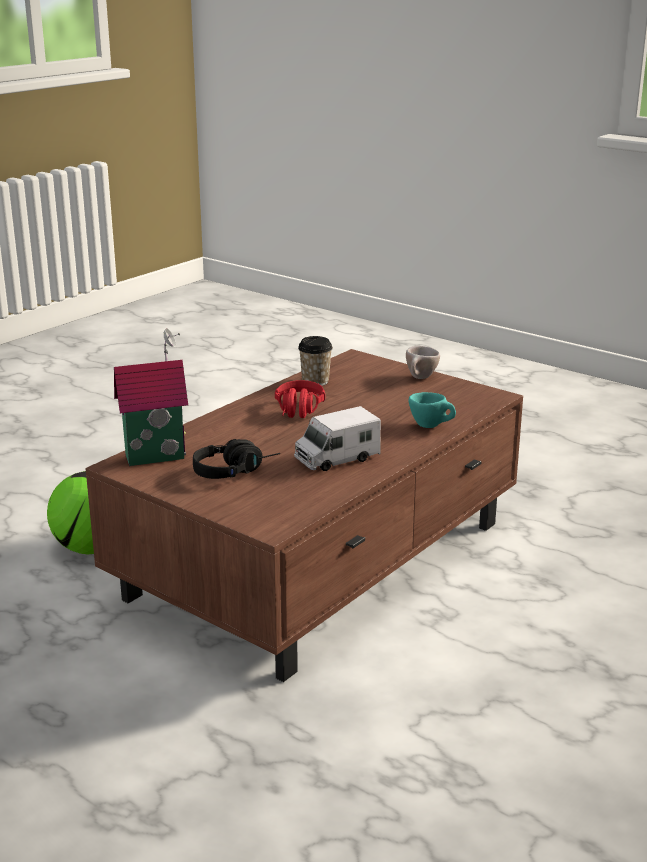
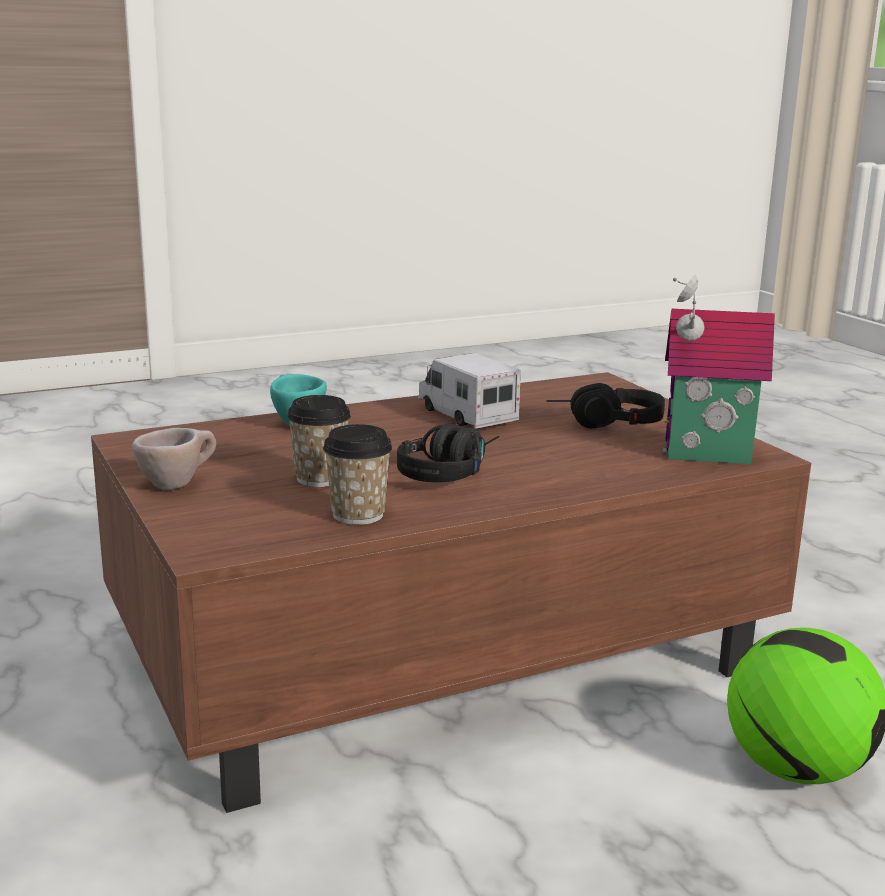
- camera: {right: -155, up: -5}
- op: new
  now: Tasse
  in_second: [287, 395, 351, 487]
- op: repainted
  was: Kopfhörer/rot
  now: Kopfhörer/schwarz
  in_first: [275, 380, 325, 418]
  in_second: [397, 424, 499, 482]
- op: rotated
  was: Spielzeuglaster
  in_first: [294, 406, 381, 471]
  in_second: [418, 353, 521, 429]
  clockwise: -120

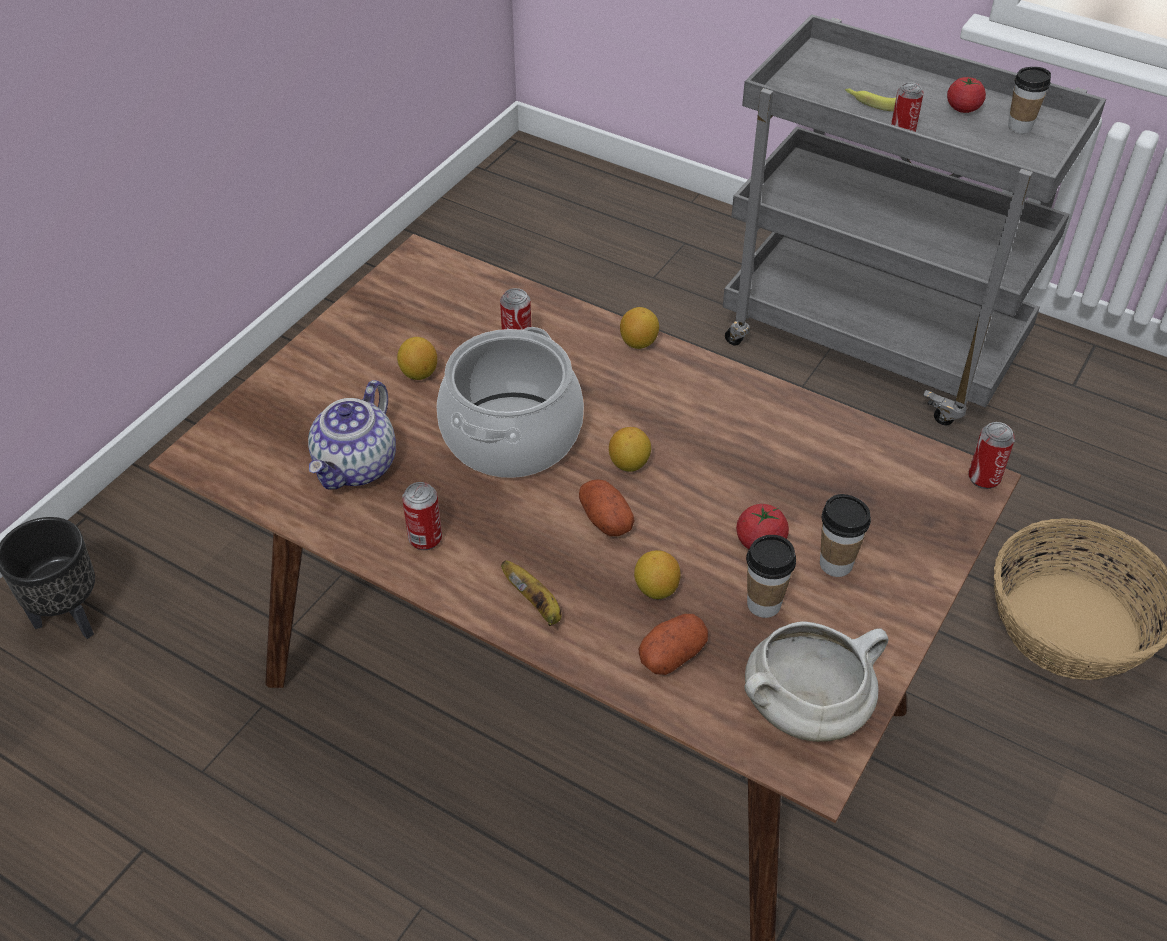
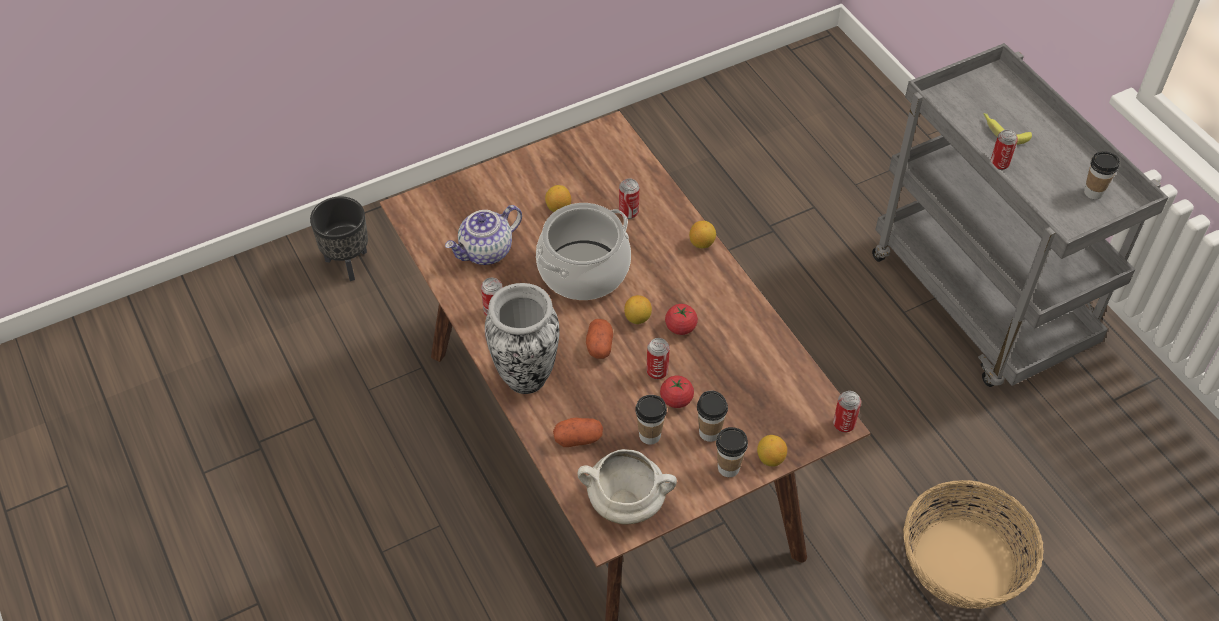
- camera: {right: 30, up: 5}
- op: new
  now: Dose
  in_second: [647, 338, 670, 380]
- op: new
  now: Tasse
  in_second: [716, 427, 748, 477]
- op: shifted
  was: Zitrone
  in_first: [634, 550, 681, 599]
  in_second: [757, 435, 787, 467]
- op: shifted
  was: Tomate
  in_first: [947, 76, 986, 113]
  in_second: [665, 304, 698, 335]
- op: swapped
  was: Banane
  now: Vase
  in_first: [501, 560, 562, 626]
  in_second: [485, 283, 559, 394]

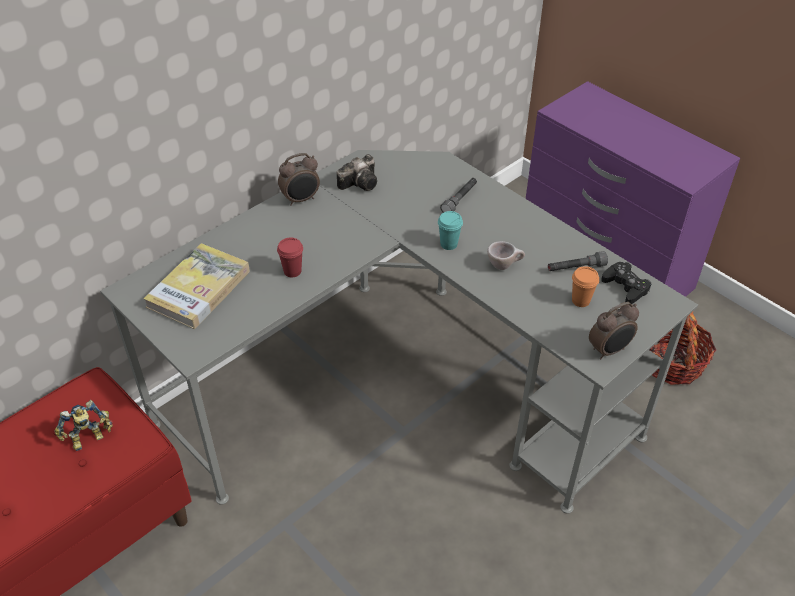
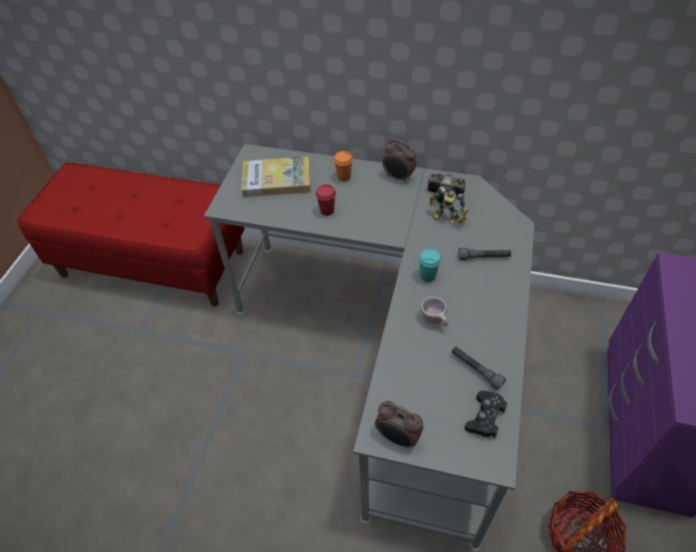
- camera: {right: 60, up: 5}
- op: shifted
  was: Spielzeugroboter
  in_first: [55, 400, 113, 451]
  in_second: [429, 186, 468, 224]
- op: shifted
  was: Tasse/orange
  in_first: [572, 266, 599, 307]
  in_second: [334, 151, 353, 181]

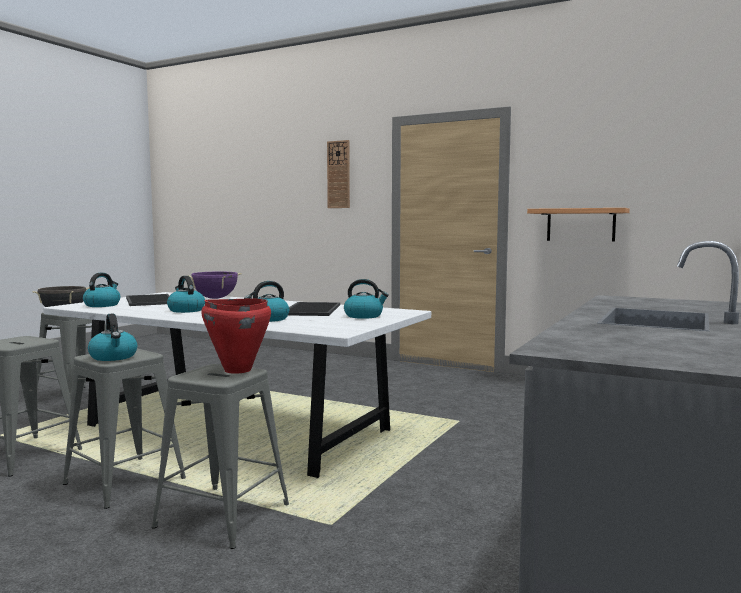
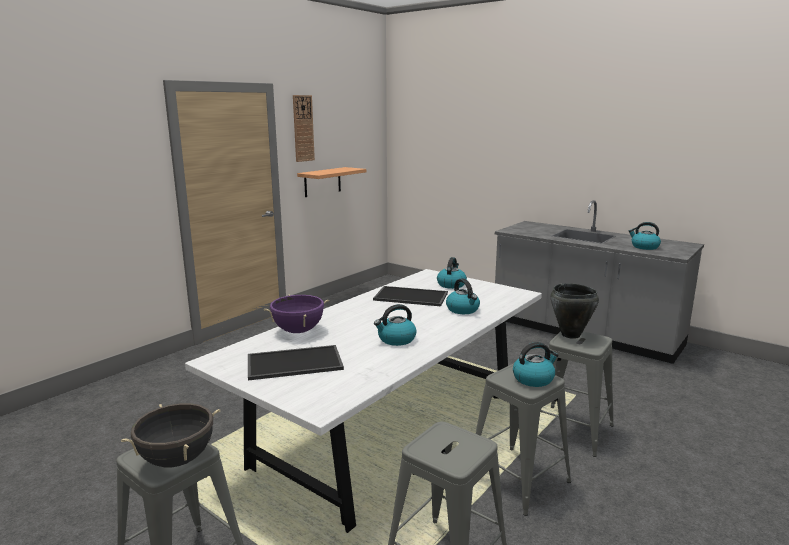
- camera: {right: -80, up: 10}
- op: shifted
  was: Wasserkessel
  in_first: [83, 273, 120, 307]
  in_second: [628, 222, 661, 250]
- op: shifted
  was: Wanduhr
  in_first: [327, 140, 350, 208]
  in_second: [293, 95, 315, 162]
- op: repainted
  was: Kochtopf/rot
  now: Kochtopf/schwarz
  in_first: [201, 298, 271, 374]
  in_second: [551, 283, 599, 339]

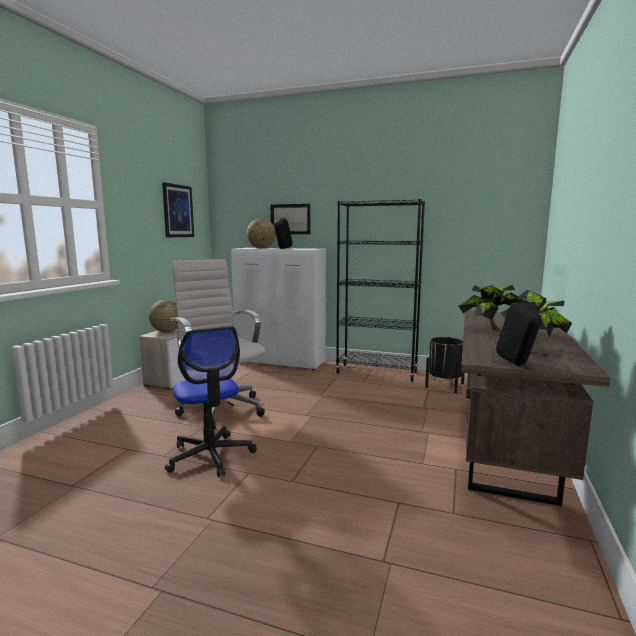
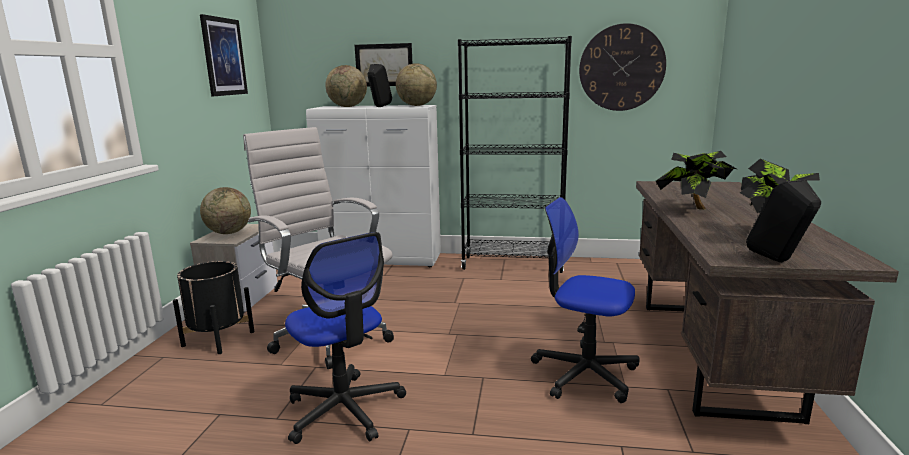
- camera: {right: -10, up: 5}
- op: new
  now: Globus
  in_second: [396, 63, 437, 106]
- op: new
  now: Bürostuhl
  in_second: [531, 197, 640, 403]
- op: new
  now: Wanduhr
  in_second: [579, 23, 666, 111]
- op: shifted
  was: Pflanzkübel/schwarz
  in_first: [425, 337, 465, 393]
  in_second: [173, 261, 254, 354]

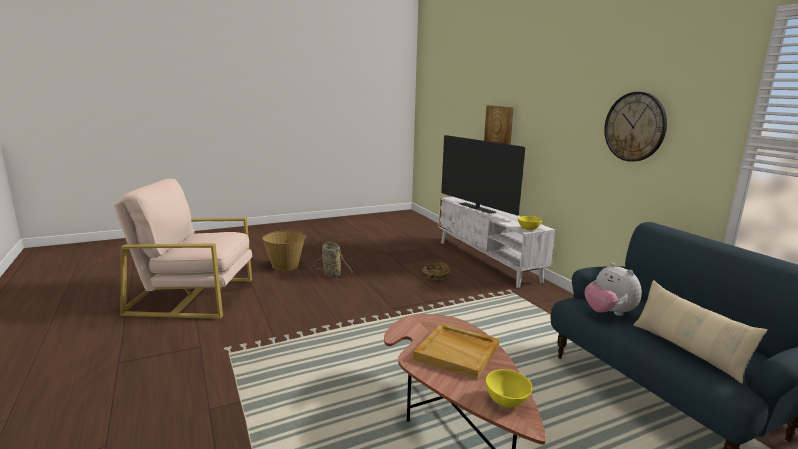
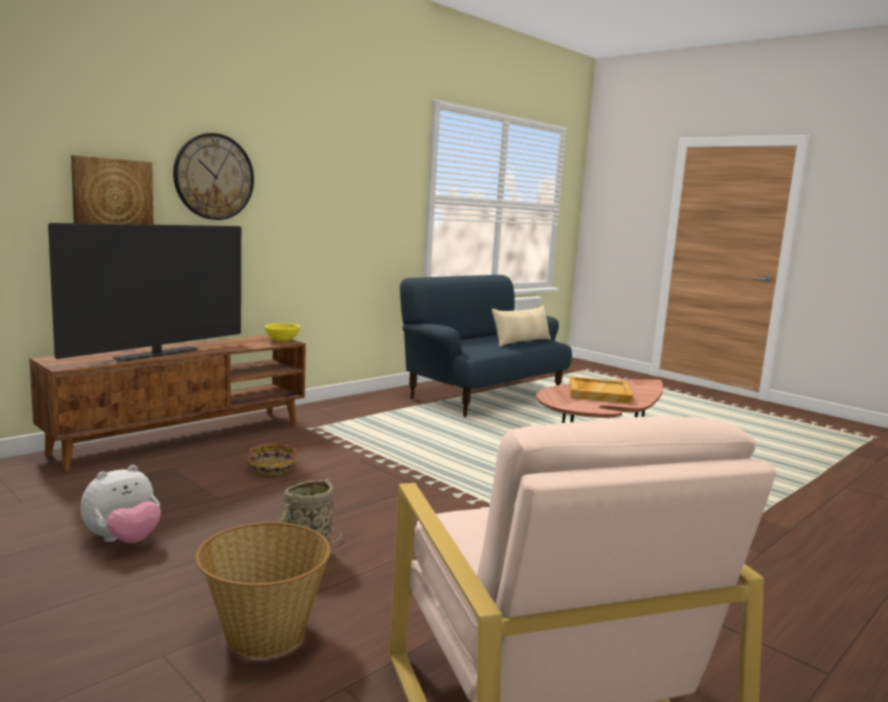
- camera: {right: -110, up: -5}
- op: gone
  was: Schüssel/gelb
  in_first: [485, 369, 532, 408]
- op: shifted
  was: Plüschtier
  in_first: [585, 263, 642, 316]
  in_second: [81, 465, 161, 543]
- op: shifted
  was: Wanduhr
  in_first: [604, 92, 667, 162]
  in_second: [173, 133, 254, 220]
- op: repainted
  was: Fernsehschrank/weiß
  now: Fernsehschrank/braun
  in_first: [438, 197, 555, 288]
  in_second: [29, 335, 306, 472]

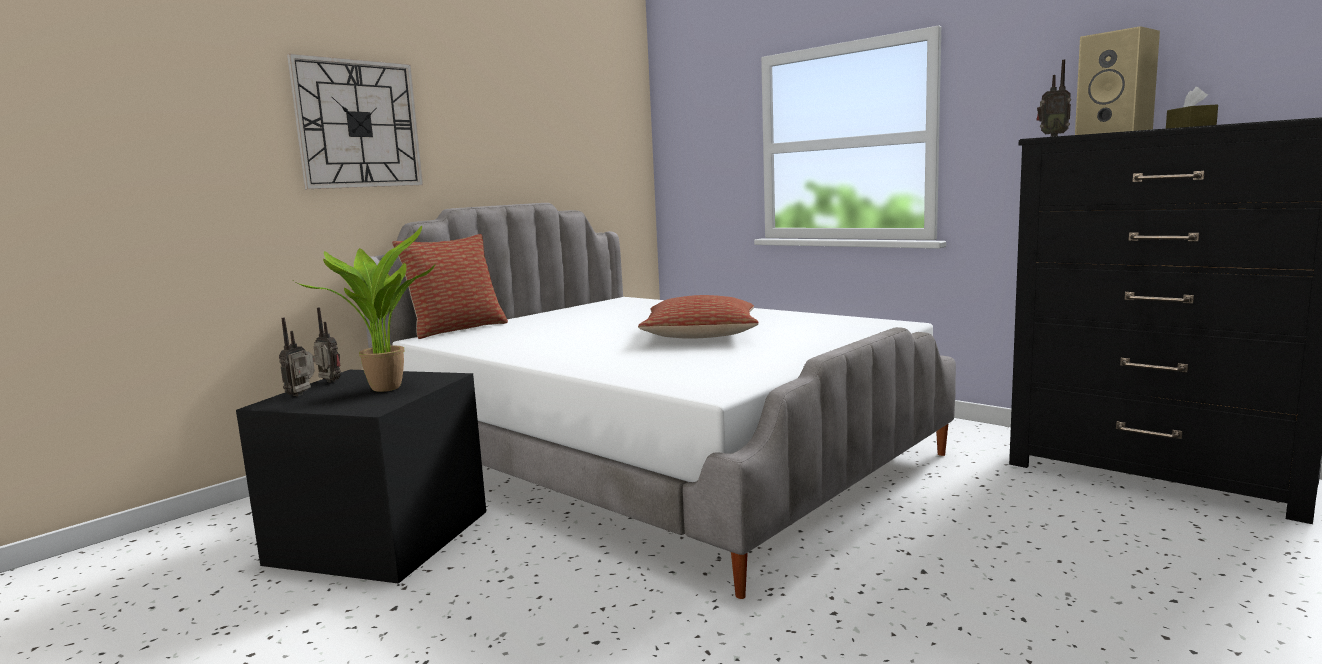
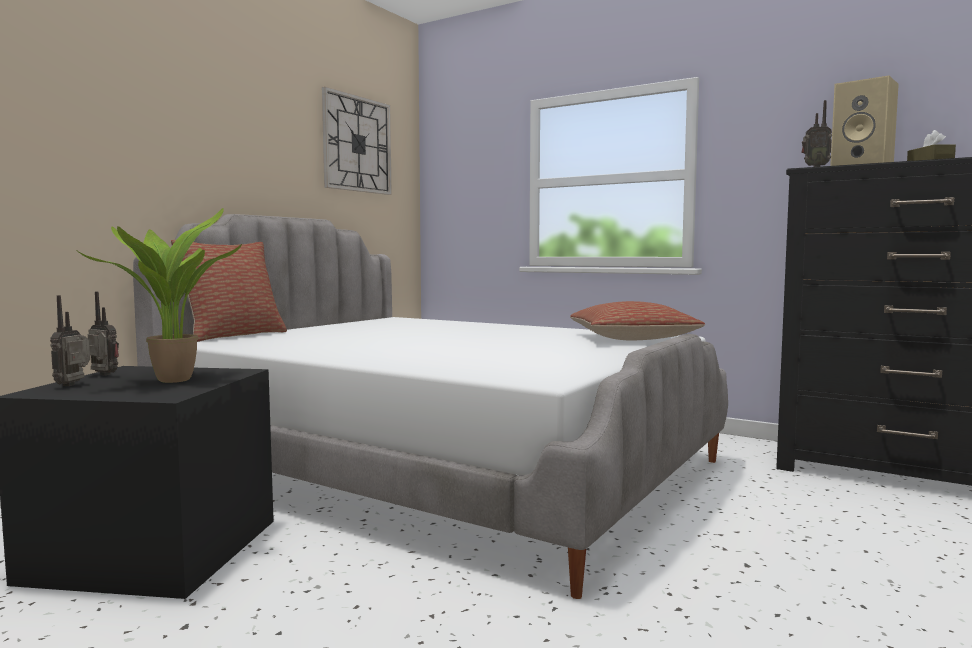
- camera: {right: -10, up: -5}
- op: shifted
  was: Wanduhr
  in_first: [287, 54, 423, 189]
  in_second: [322, 87, 392, 195]
- op: shifted
  was: Kissen
  in_first: [638, 295, 759, 339]
  in_second: [570, 301, 705, 341]

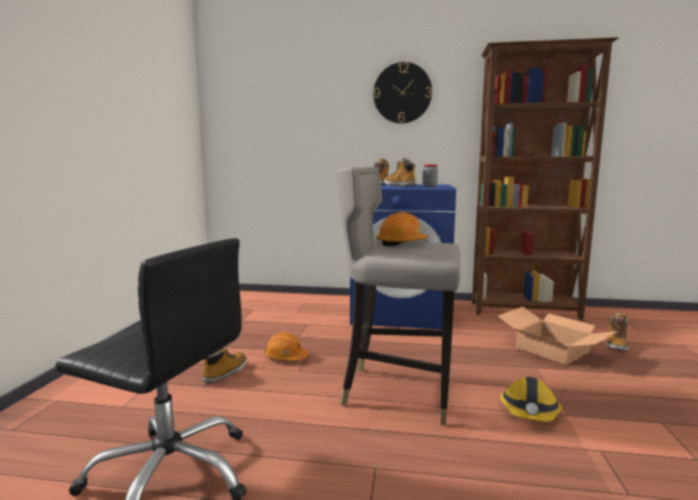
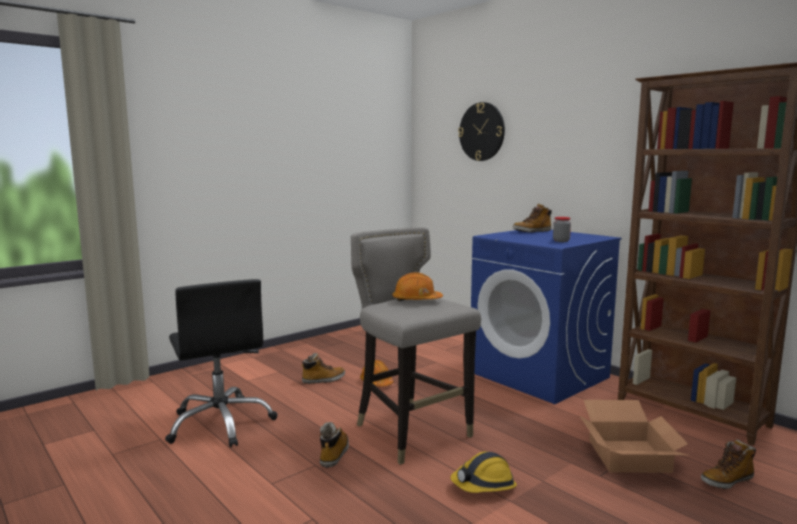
- camera: {right: 40, up: 0}
- op: shifted
  was: Wanduhr
  in_first: [373, 62, 432, 123]
  in_second: [458, 102, 505, 161]
- op: shifted
  was: Stiefel
  in_first: [384, 157, 416, 187]
  in_second: [319, 422, 349, 468]

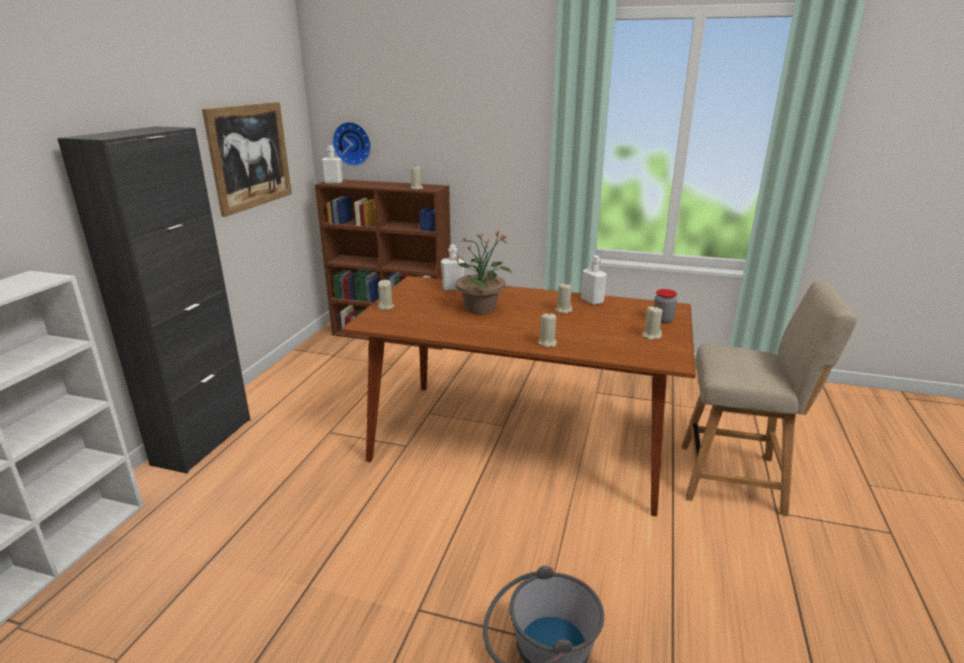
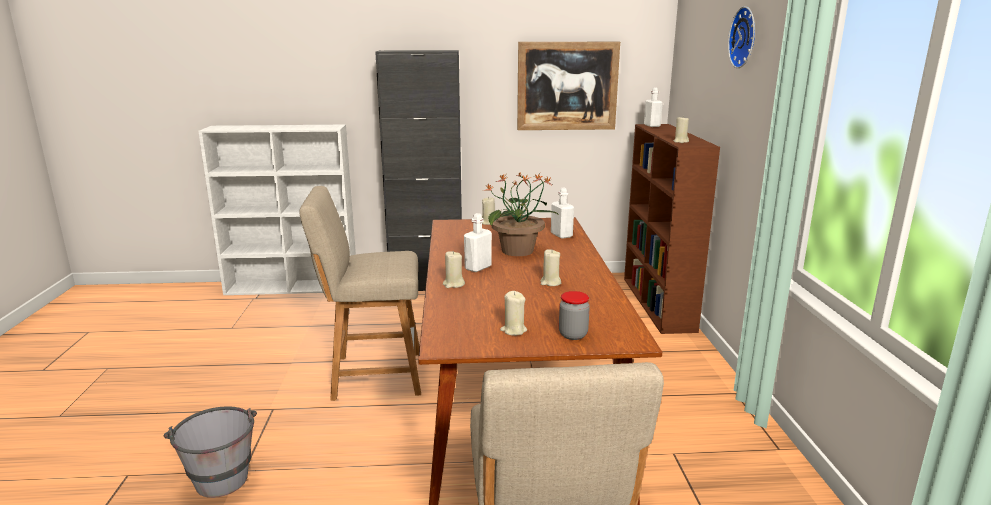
- camera: {right: 70, up: -5}
- op: new
  now: Stuhl/beige
  in_second: [299, 186, 421, 401]
- op: shifted
  was: Wanduhr
  in_first: [332, 122, 371, 166]
  in_second: [728, 6, 755, 68]
- op: shifted
  was: Flasche/weiß
  in_first: [581, 255, 607, 305]
  in_second: [464, 213, 492, 272]

